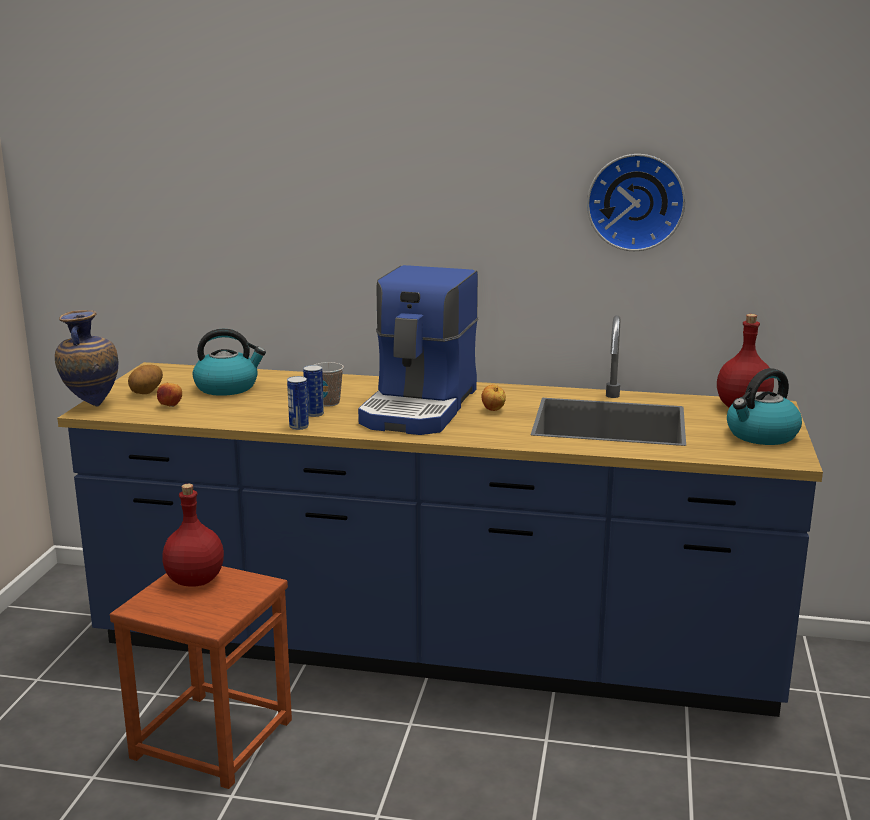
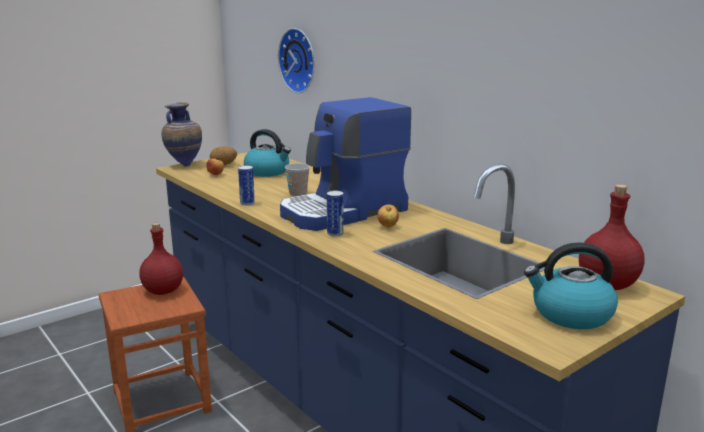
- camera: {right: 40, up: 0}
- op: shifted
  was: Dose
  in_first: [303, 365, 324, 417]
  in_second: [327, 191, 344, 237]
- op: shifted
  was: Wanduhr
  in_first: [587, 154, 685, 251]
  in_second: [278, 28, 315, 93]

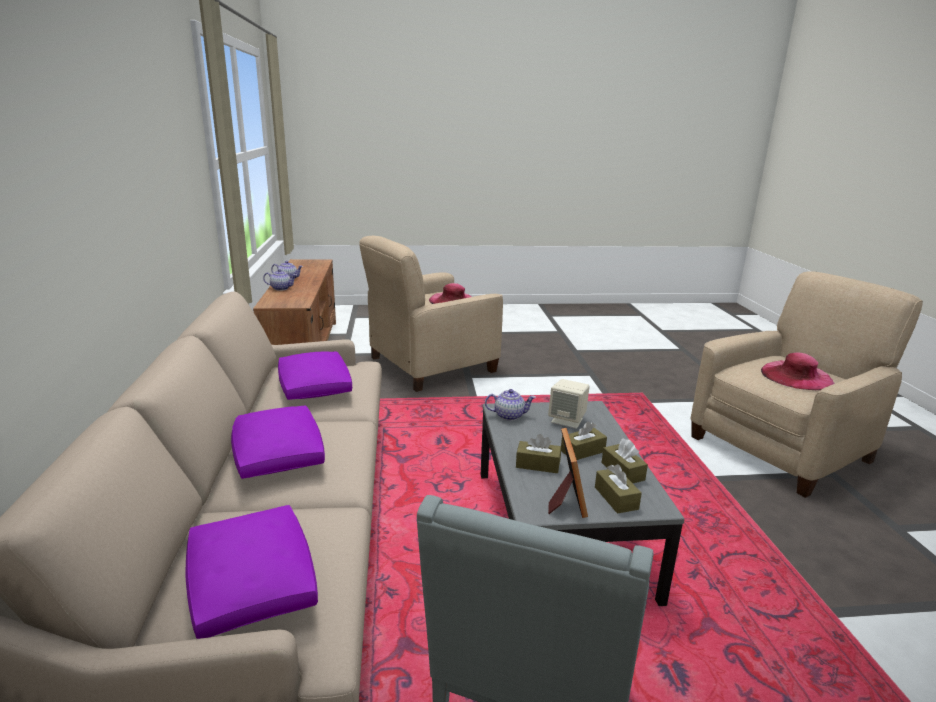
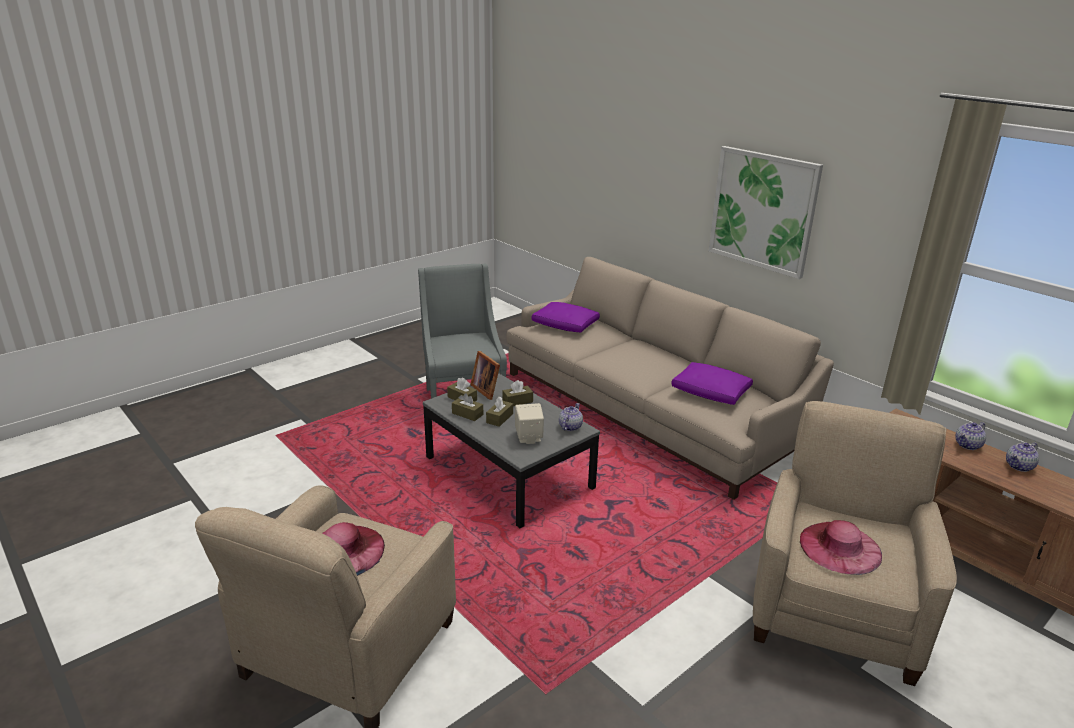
- camera: {right: 145, up: 5}
- op: gone
  was: Kissen/lila
  in_first: [231, 405, 325, 479]
- op: new
  now: Bild
  in_second: [709, 146, 823, 279]
- op: rotated
  was: Teekanne
  in_first: [485, 389, 536, 421]
  in_second: [559, 403, 583, 431]
  clockwise: 150

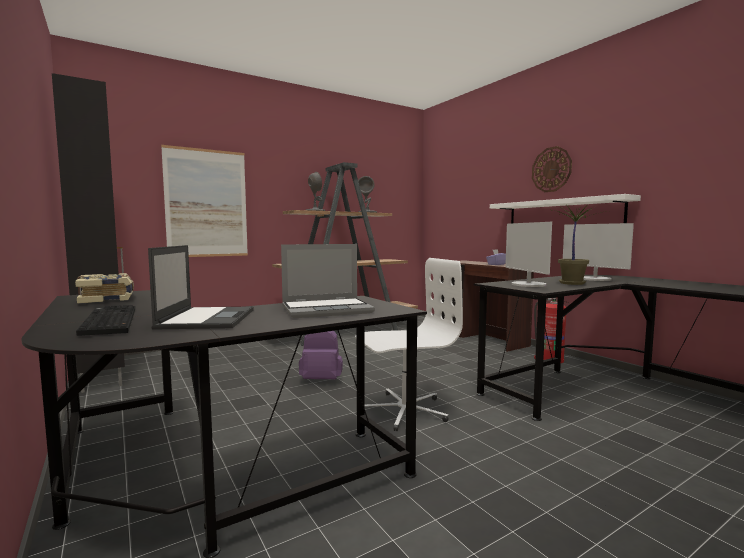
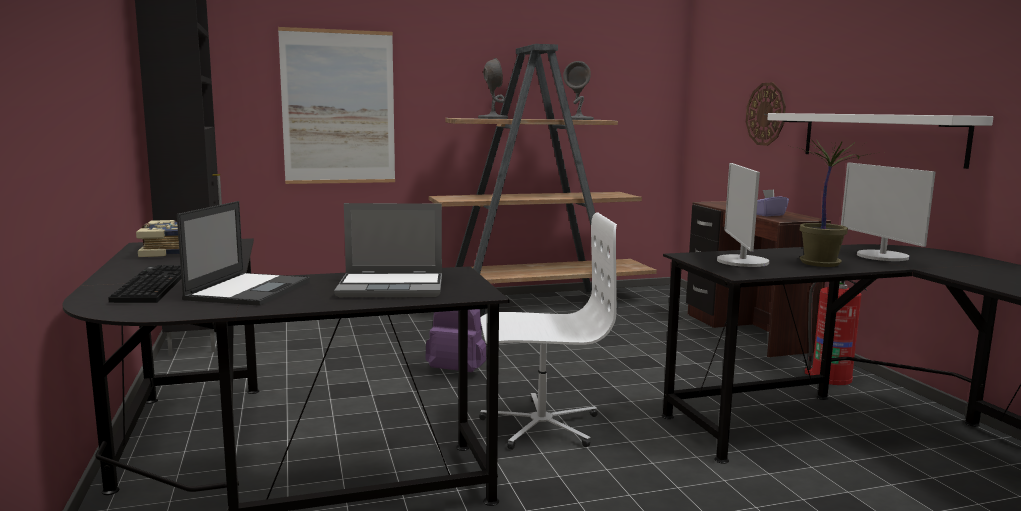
- camera: {right: 15, up: 5}
- op: shifted
  was: Wanduhr
  in_first: [532, 146, 572, 192]
  in_second: [746, 83, 786, 146]

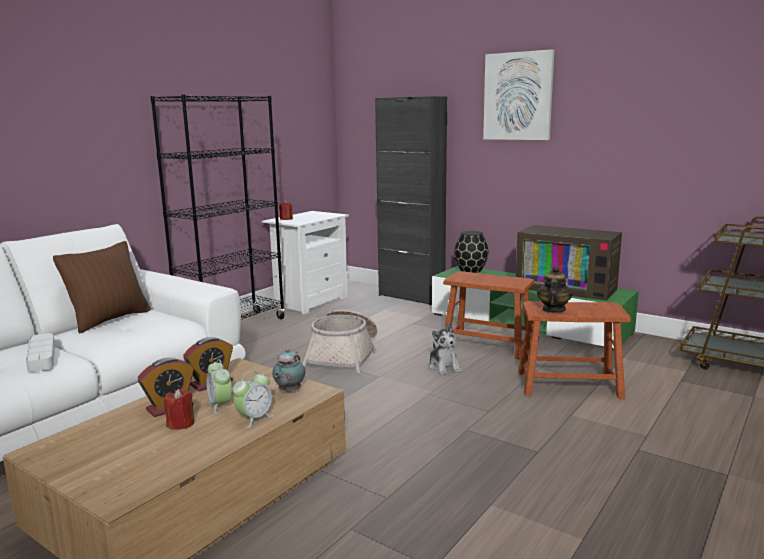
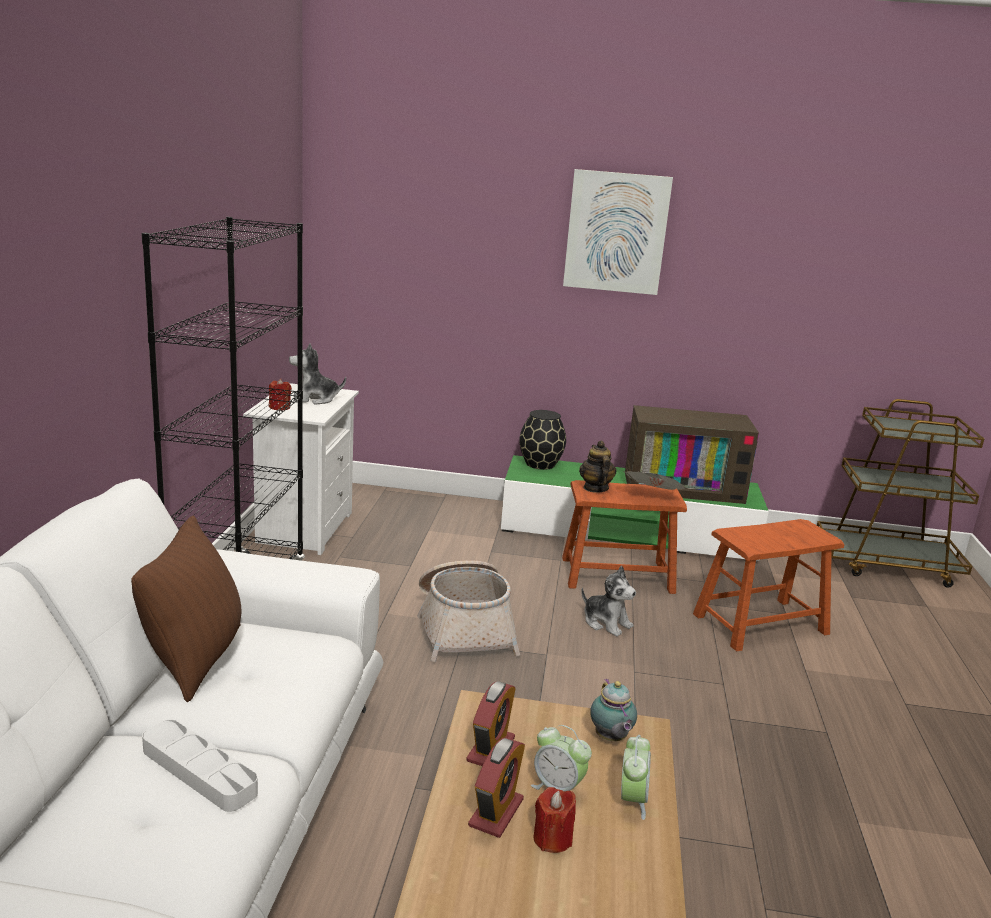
- camera: {right: -30, up: 5}
- op: gone
  was: Schrank/schwarz
  in_first: [375, 96, 447, 305]
- op: new
  now: Plüschtier
  in_second: [289, 343, 346, 404]
- op: new
  now: Zeitung
  in_second: [624, 472, 686, 490]
- op: shifted
  was: Teekanne
  in_first: [537, 266, 573, 313]
  in_second: [579, 441, 617, 493]

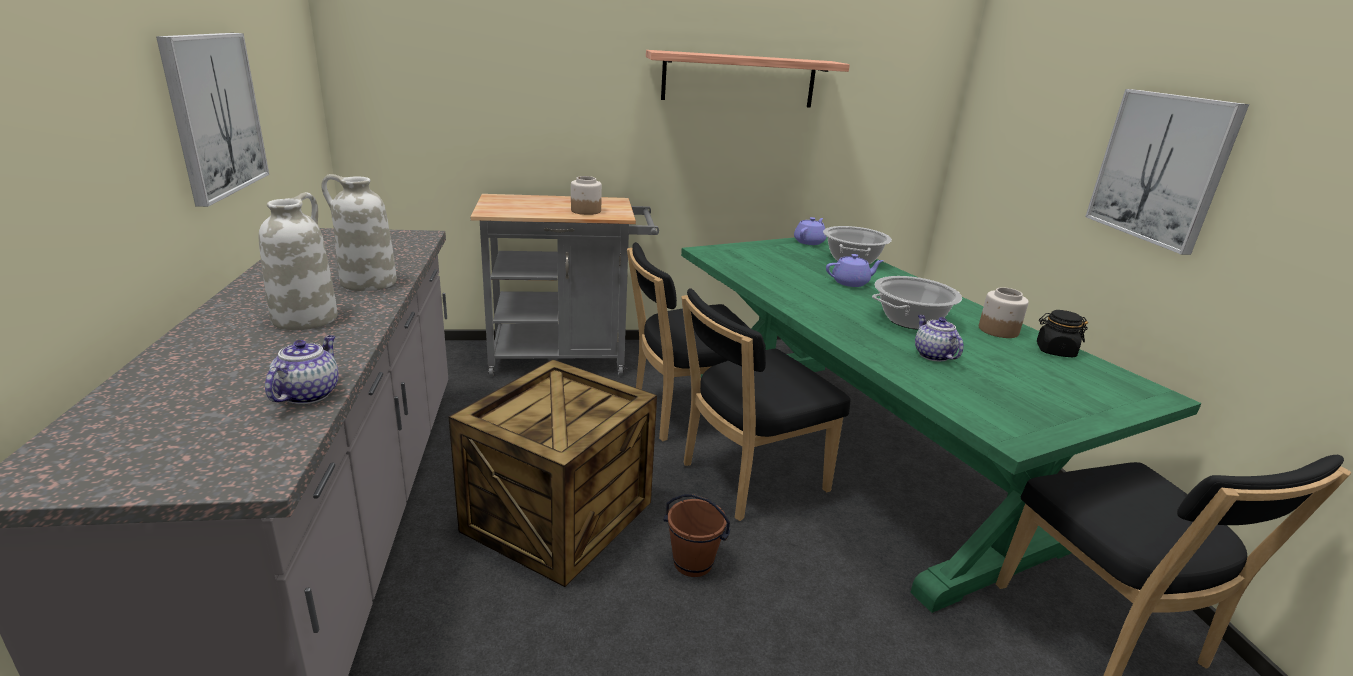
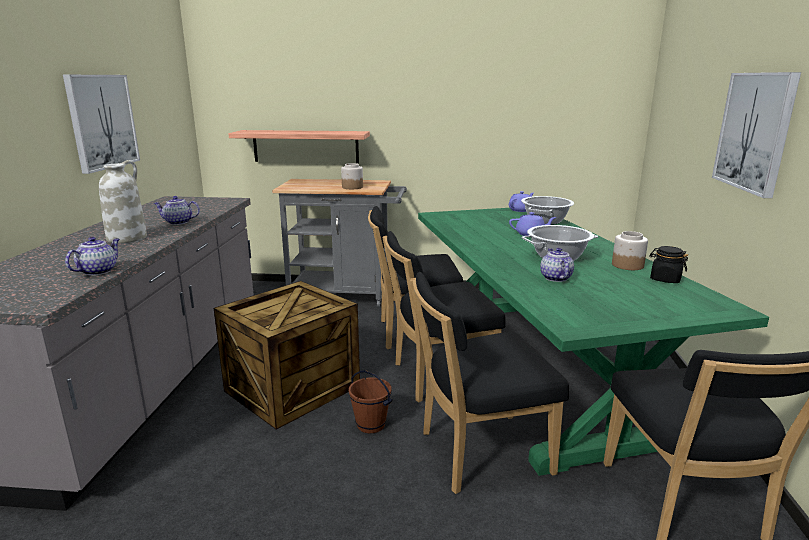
- camera: {right: 15, up: -5}
- op: new
  now: Stuhl/schwarz
  in_second: [410, 272, 569, 494]
- op: shifted
  was: Wandregal
  in_first: [646, 50, 850, 108]
  in_second: [228, 130, 370, 163]
- op: swapped
  was: Vase/weiß
  now: Teekanne
  in_first: [321, 174, 397, 291]
  in_second: [154, 196, 200, 225]

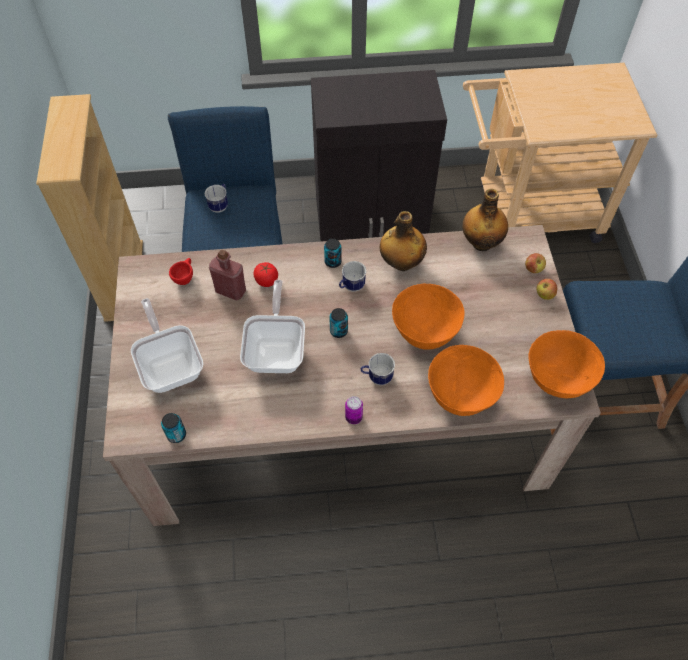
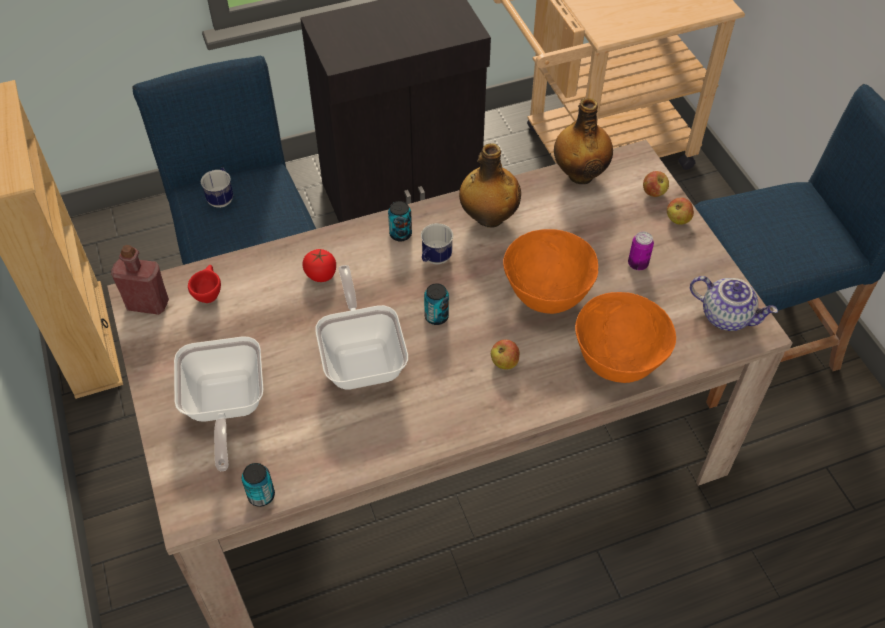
- camera: {right: -15, up: -5}
- op: shifted
  was: Flasche/rot
  in_first: [209, 250, 246, 301]
  in_second: [111, 245, 169, 315]
- op: shifted
  was: Dose
  in_first: [345, 396, 363, 424]
  in_second: [628, 232, 654, 270]
- op: swapped
  was: Henkelbecher
  now: Apfel
  in_first: [361, 353, 395, 385]
  in_second: [491, 339, 520, 369]
- op: swapped
  was: Schüssel/orange
  now: Teekanne
  in_first: [528, 330, 605, 398]
  in_second: [690, 276, 778, 331]
- op: rotated
  was: Pfanne
  in_first: [131, 298, 203, 393]
  in_second: [174, 337, 263, 471]
  clockwise: -150

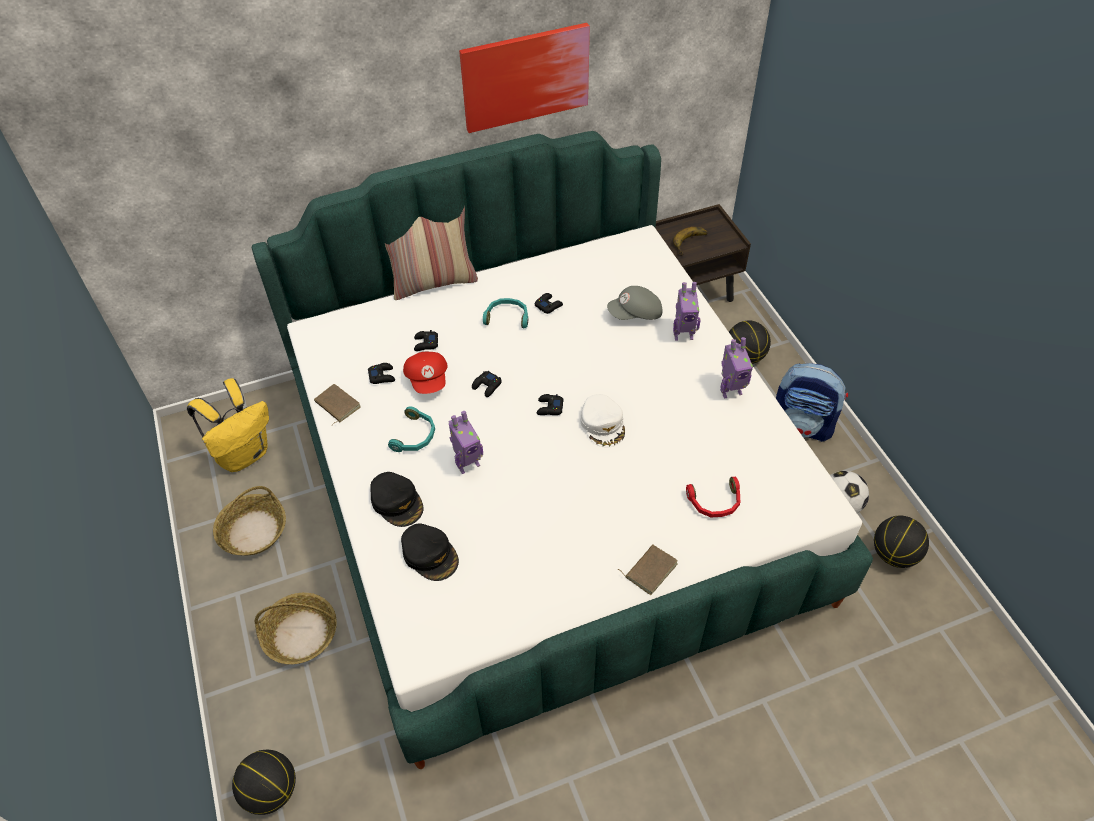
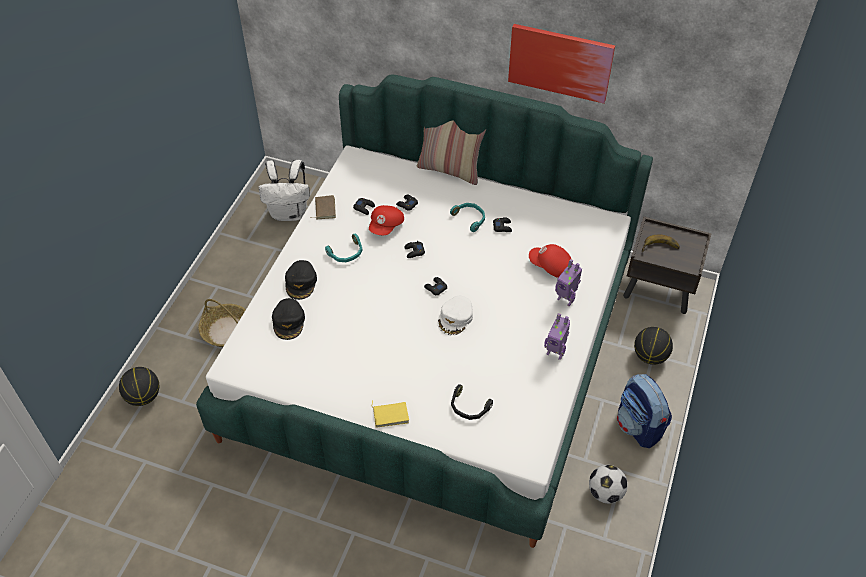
- camera: {right: 40, up: 0}
- op: gone
  was: Korb
  in_first: [213, 486, 286, 555]
- op: gone
  was: Spielzeugroboter
  in_first: [448, 411, 483, 474]
- op: gone
  was: Basketball
  in_first: [874, 515, 929, 568]
- op: repainted
  was: Rucksack/gelb
  now: Rucksack/weiß
  in_first: [187, 378, 269, 472]
  in_second: [259, 160, 310, 221]
- op: repainted
  was: Kappe/grau
  now: Kappe/rot
  in_first: [607, 286, 662, 320]
  in_second: [529, 244, 573, 278]
- op: repainted
  was: Buch/braun
  now: Buch/gelb
  in_first: [618, 544, 677, 595]
  in_second: [372, 400, 409, 427]
- op: repainted
  was: Kopfhörer/rot
  now: Kopfhörer/schwarz
  in_first: [686, 477, 740, 517]
  in_second: [451, 384, 493, 420]

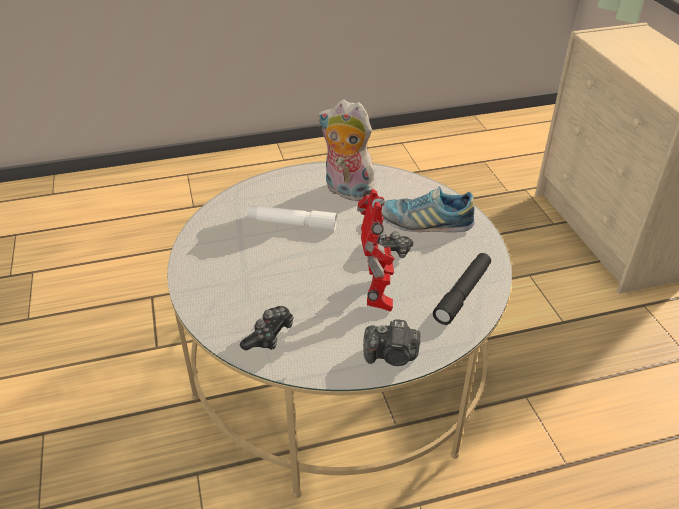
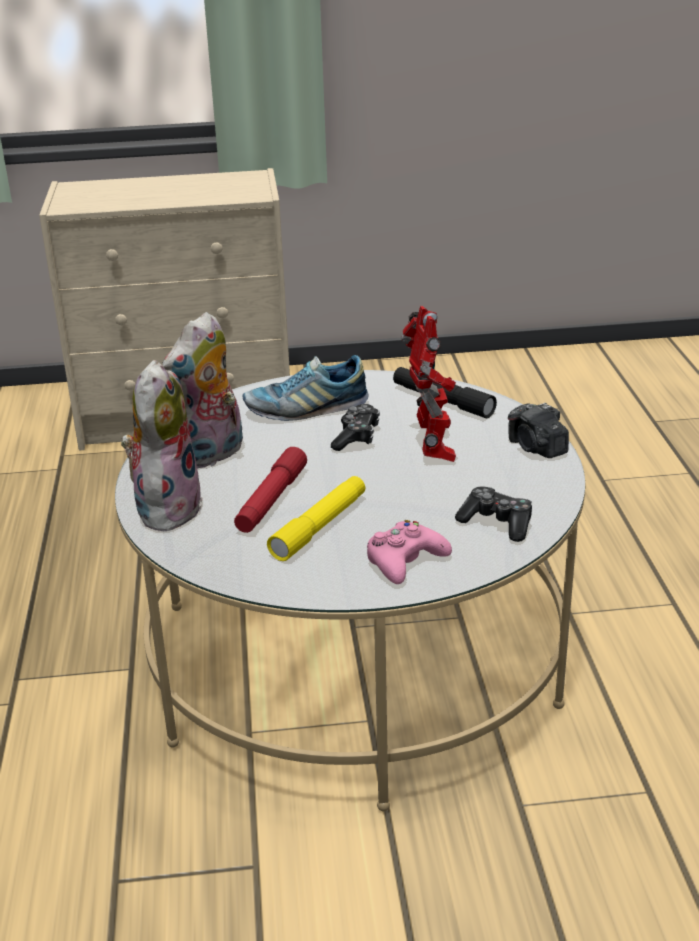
- camera: {right: -80, up: -10}
- op: new
  now: Plüschtier
  in_second: [121, 360, 203, 531]
- op: new
  now: Taschenlampe/gelb
  in_second: [267, 476, 365, 561]
- op: new
  now: Gamepad/rosa
  in_second: [367, 520, 452, 584]
- op: repainted
  was: Taschenlampe/weiß
  now: Taschenlampe/rot
  in_first: [247, 205, 337, 231]
  in_second: [234, 447, 307, 533]
- op: rotated
  was: Spielzeugroboter
  in_first: [357, 189, 395, 312]
  in_second: [401, 306, 456, 462]
  clockwise: 75
- op: rotated
  was: Kamera
  in_first: [363, 319, 420, 366]
  in_second: [508, 403, 569, 458]
  clockwise: 135
- op: rotated
  was: Schuh
  in_first: [381, 187, 475, 232]
  in_second: [242, 355, 369, 421]
  clockwise: 60

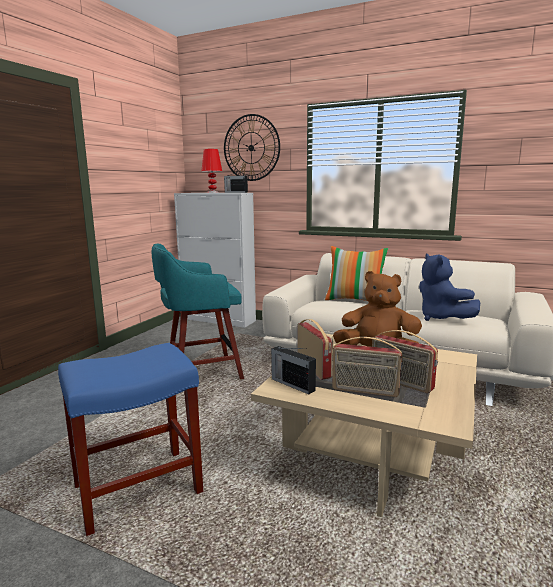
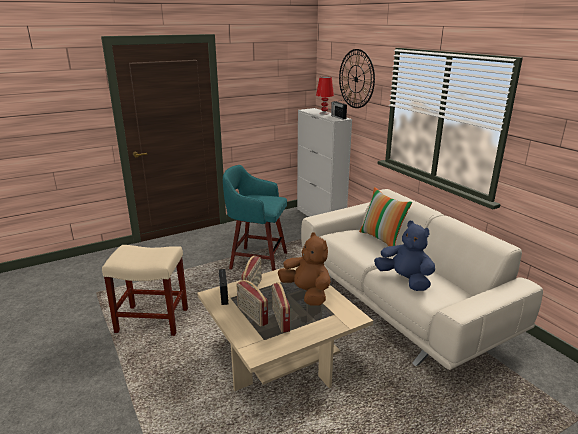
- camera: {right: 35, up: 10}
- op: repainted
  was: Hocker/blau
  now: Hocker/beige
  in_first: [58, 343, 203, 536]
  in_second: [102, 245, 188, 336]
- op: rotated
  was: Plüschtier/blau
  in_first: [419, 254, 480, 321]
  in_second: [374, 221, 435, 291]
  clockwise: 120

